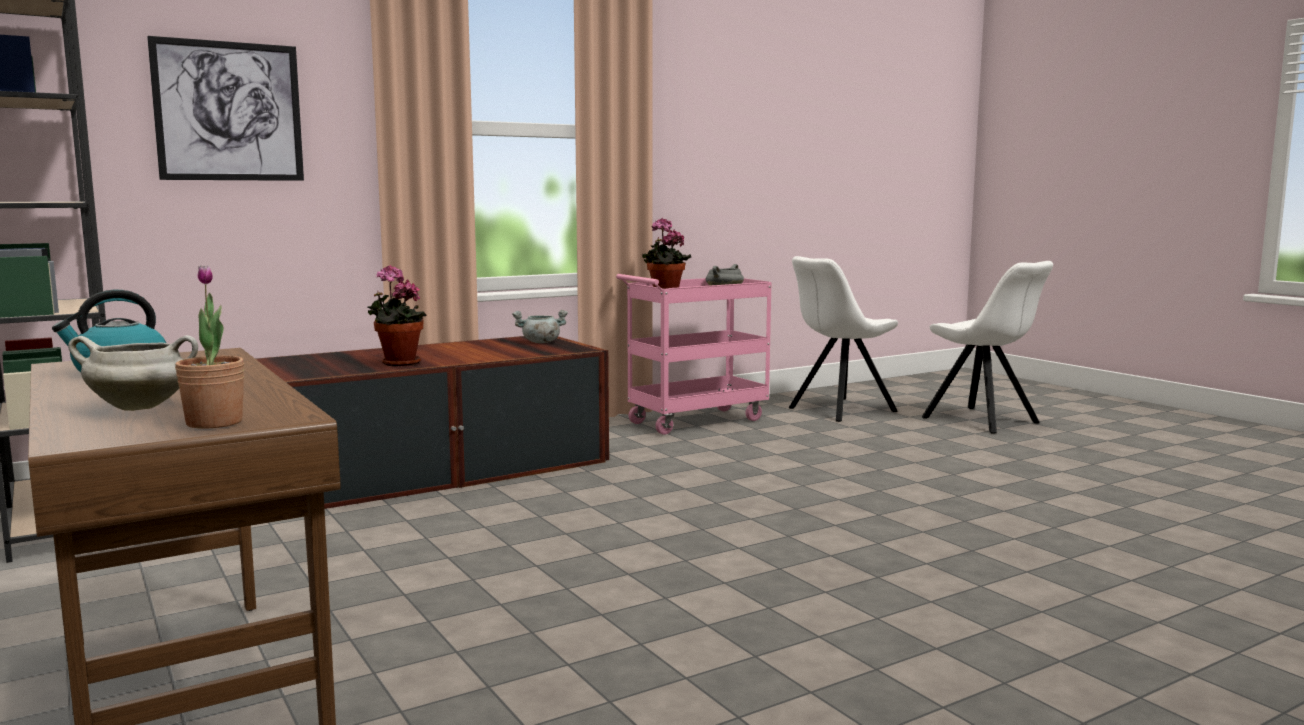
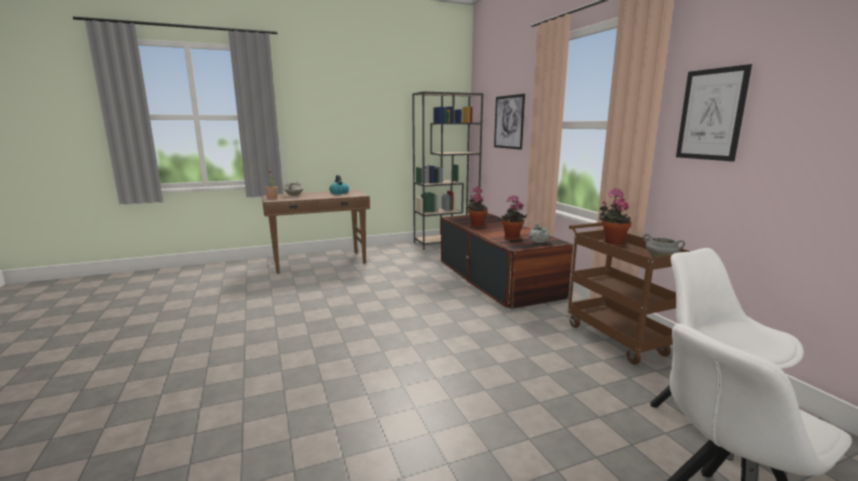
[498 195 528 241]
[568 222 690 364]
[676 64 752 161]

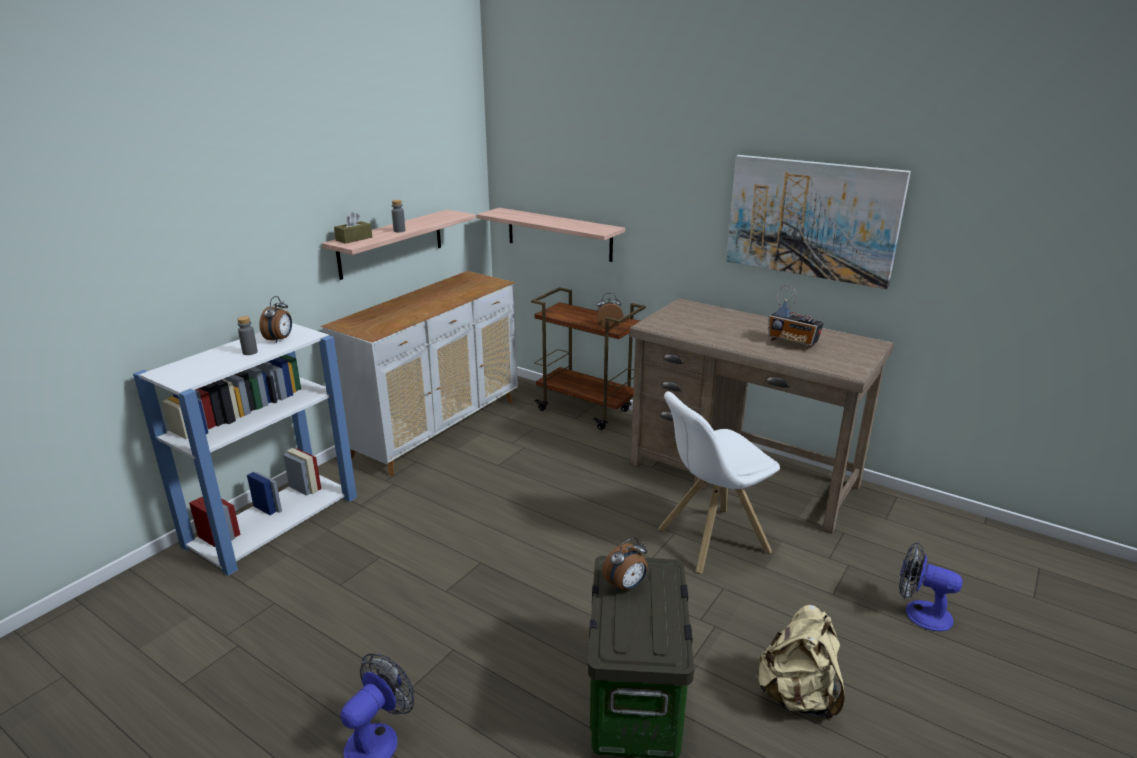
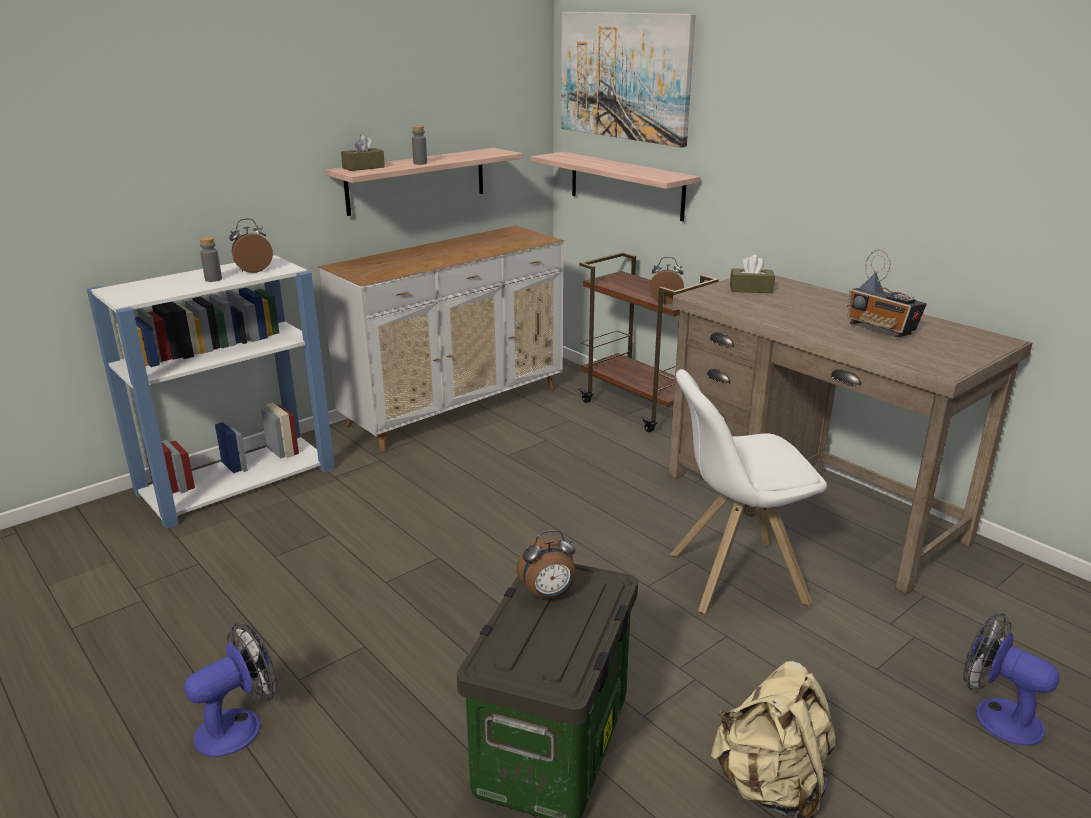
[229 219 273 273]
[561 12 695 148]
[730 255 775 293]

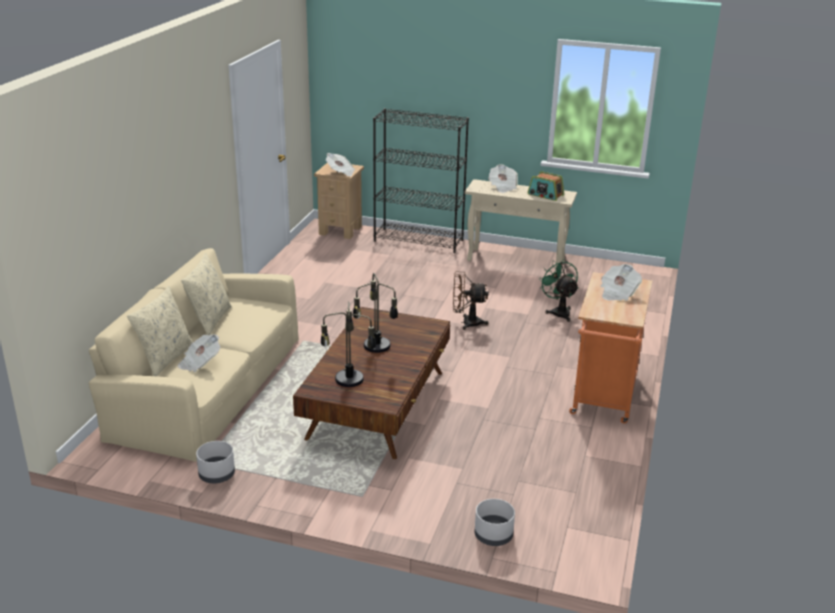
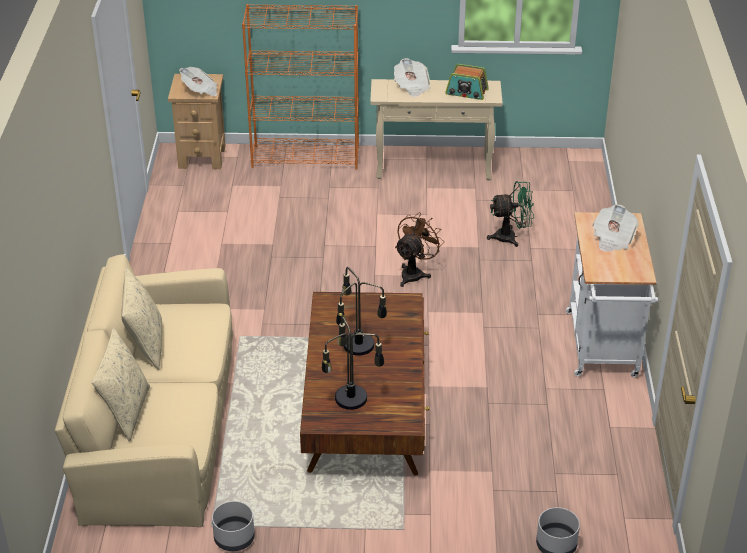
[242 4 359 170]
[395 212 444 287]
[487 181 534 247]
[566 212 658 377]
[177 334 220 372] (first image)

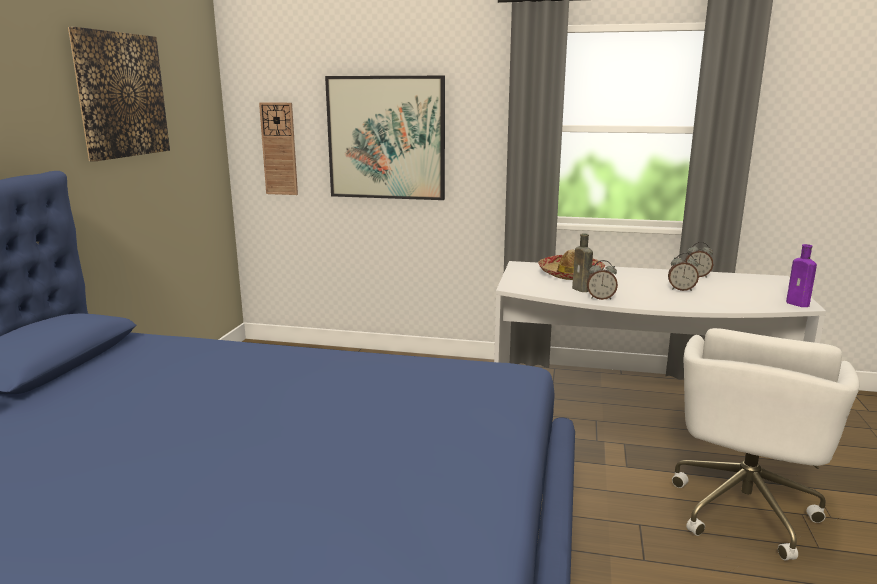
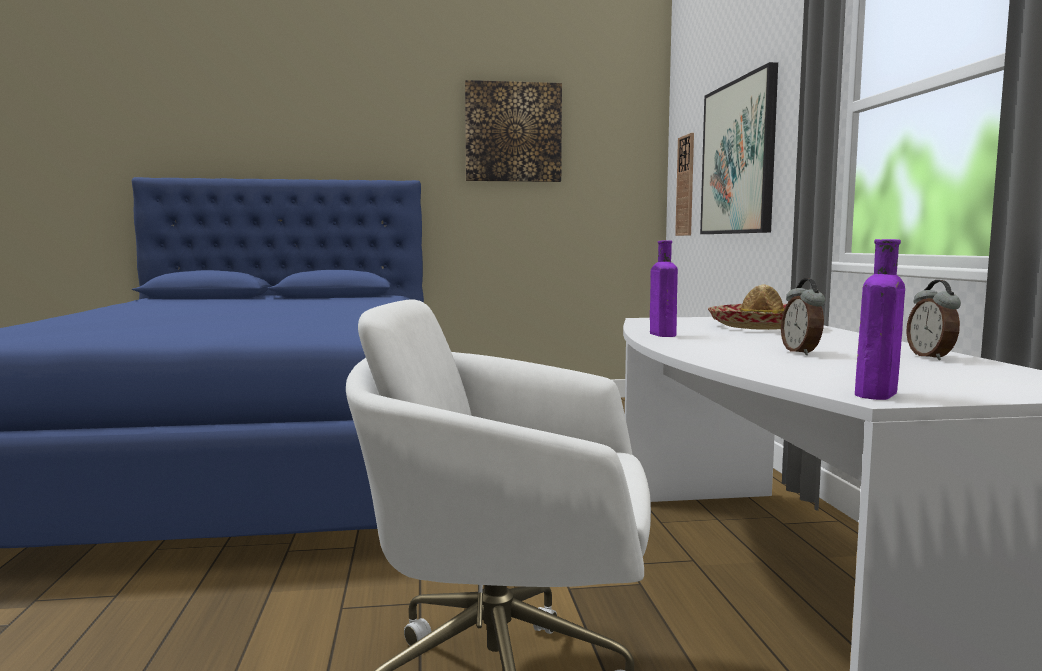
[650 240 678 337]
[572 233 593 292] (first image)

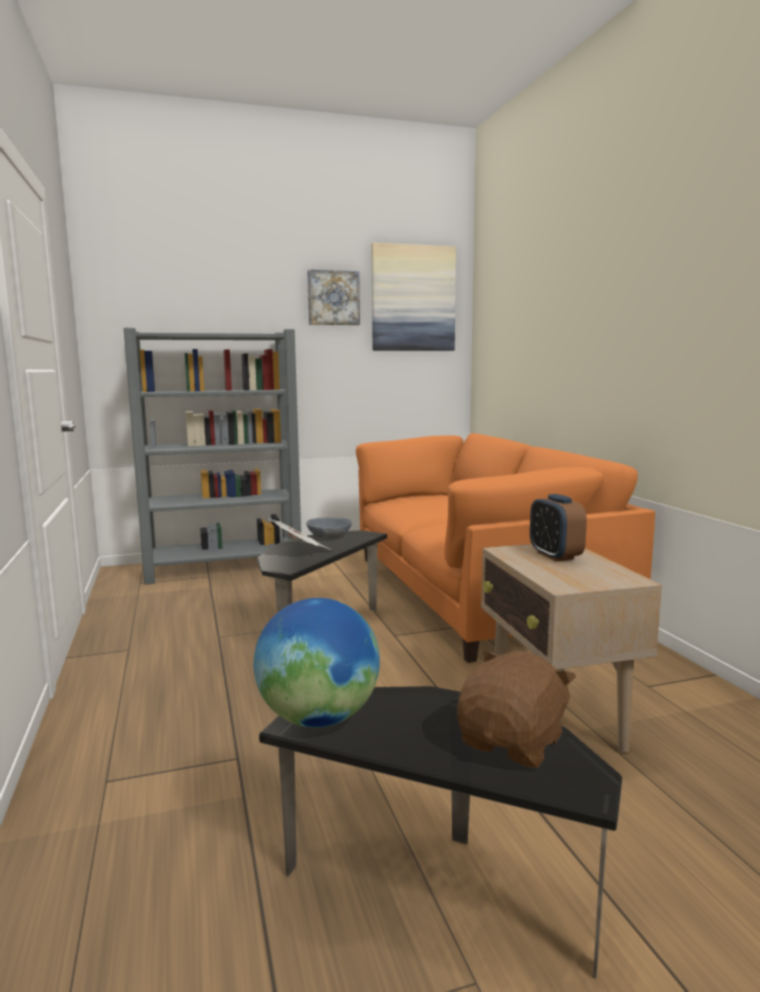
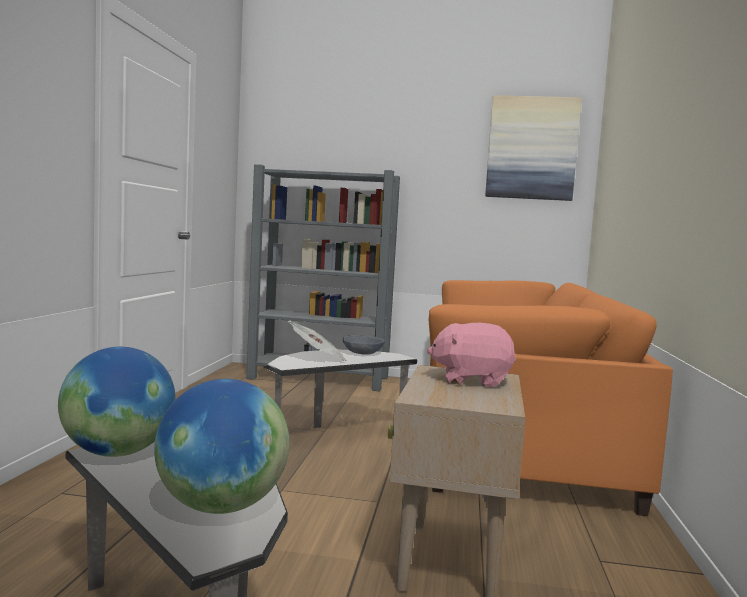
[154 379 289 514]
[427 323 516 387]
[307 269 360 325] (first image)

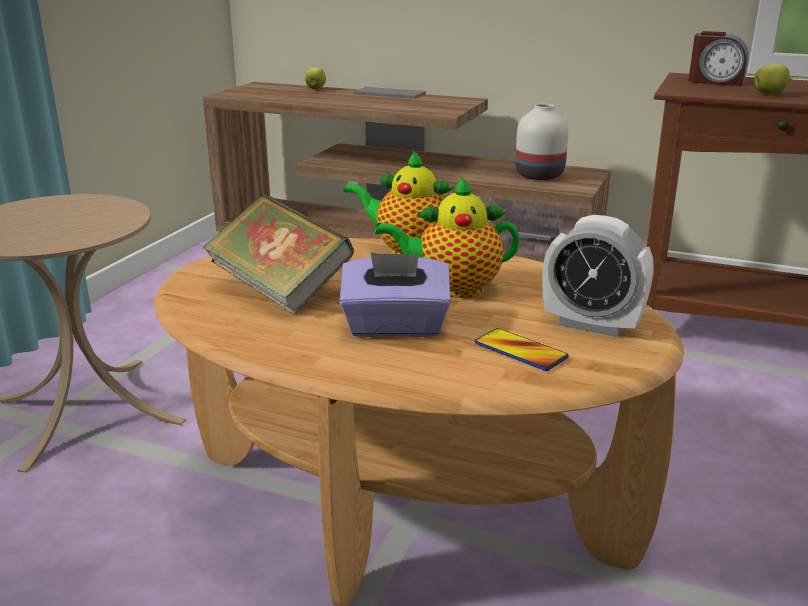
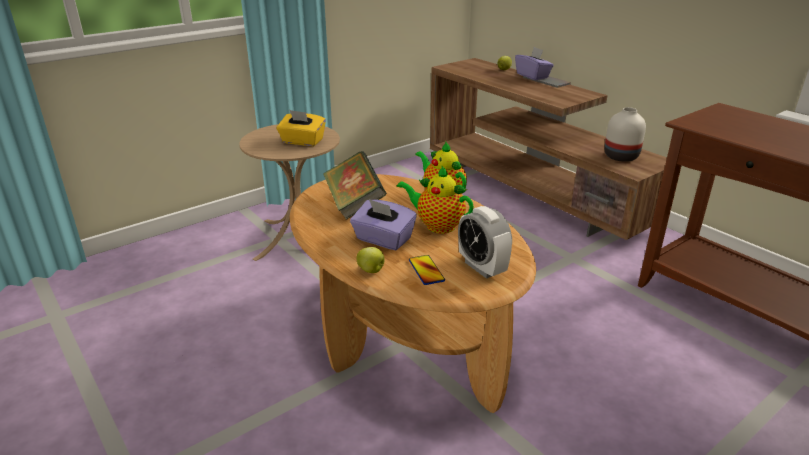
[277 110 326 146]
[356 247 385 273]
[515 47 554 80]
[688 31 749 86] (first image)

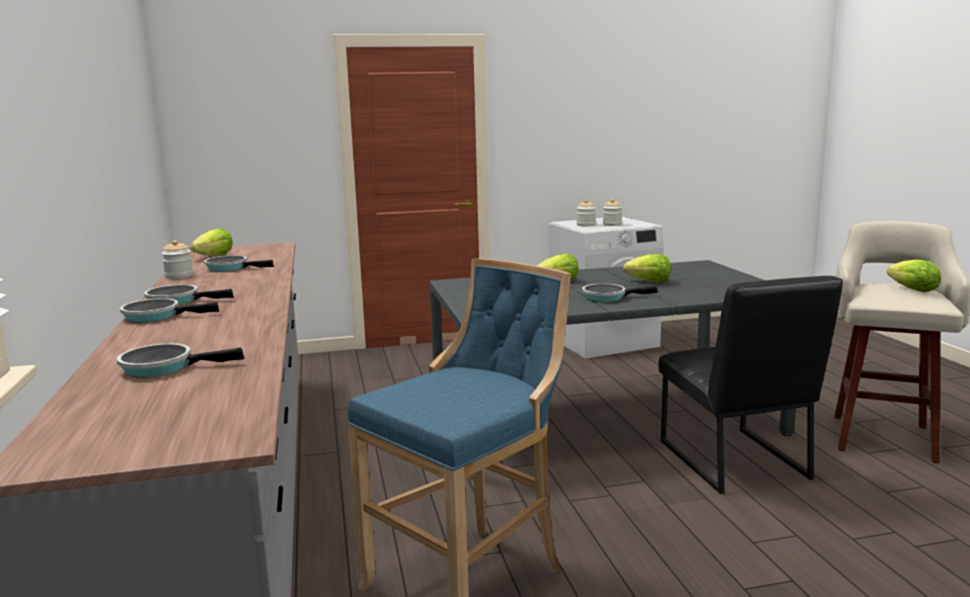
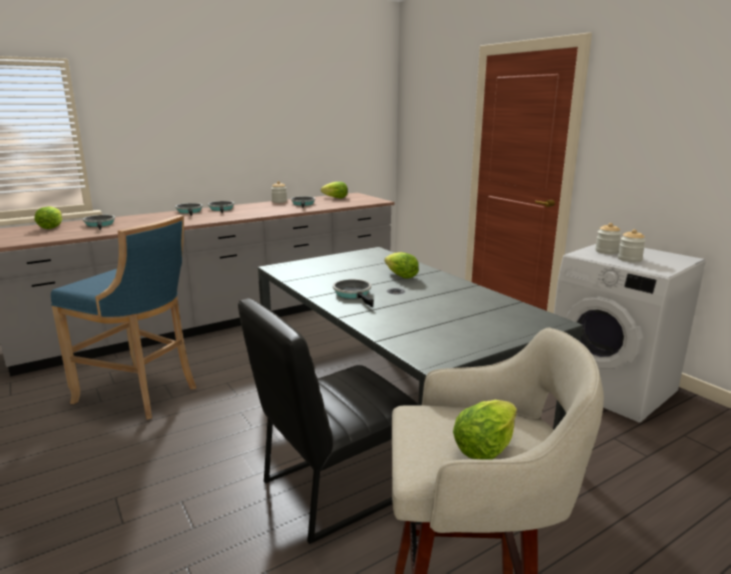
[35 206 62 229]

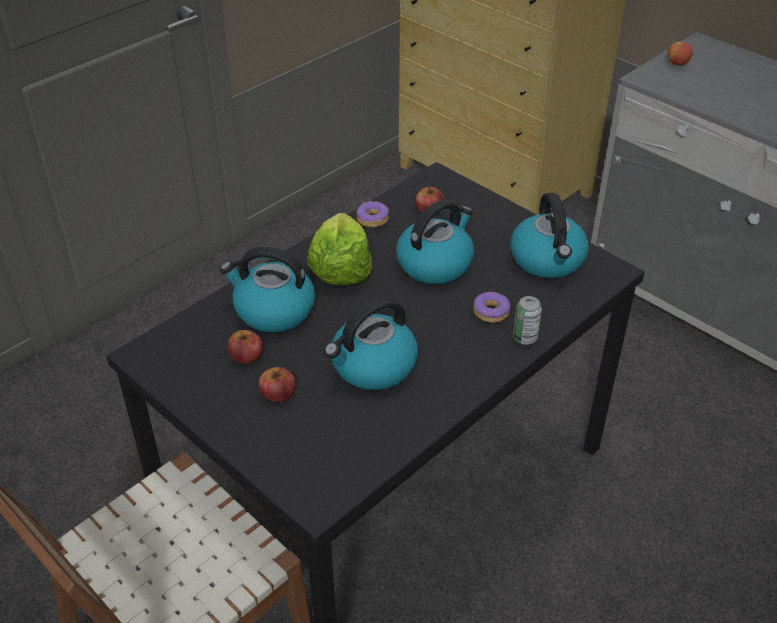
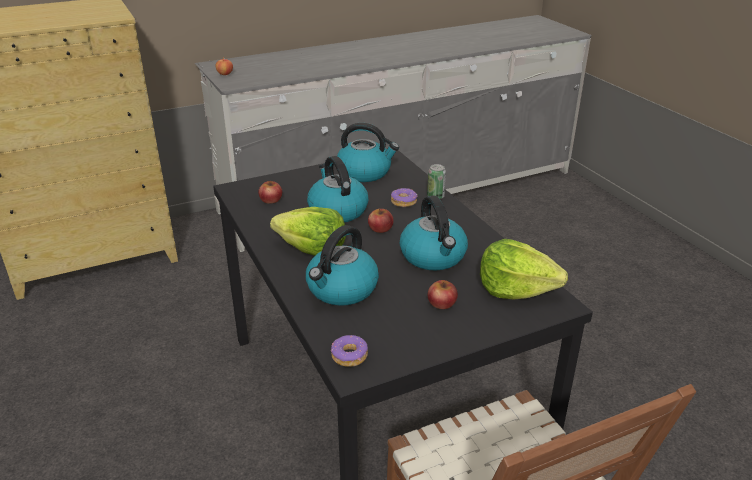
[331 335 368 367]
[368 209 394 233]
[480 239 568 300]

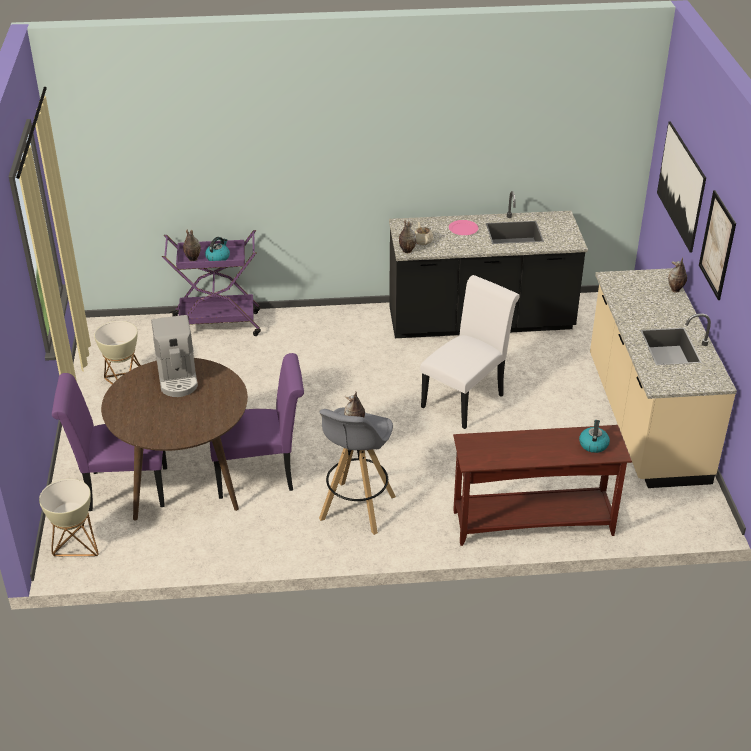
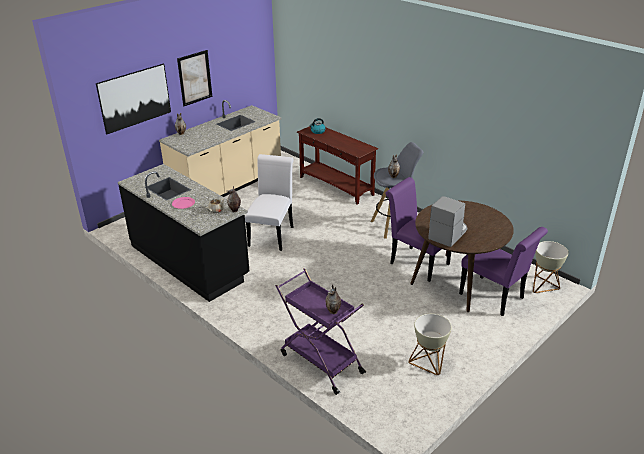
[245 154 294 251]
[205 237 230 261] (first image)

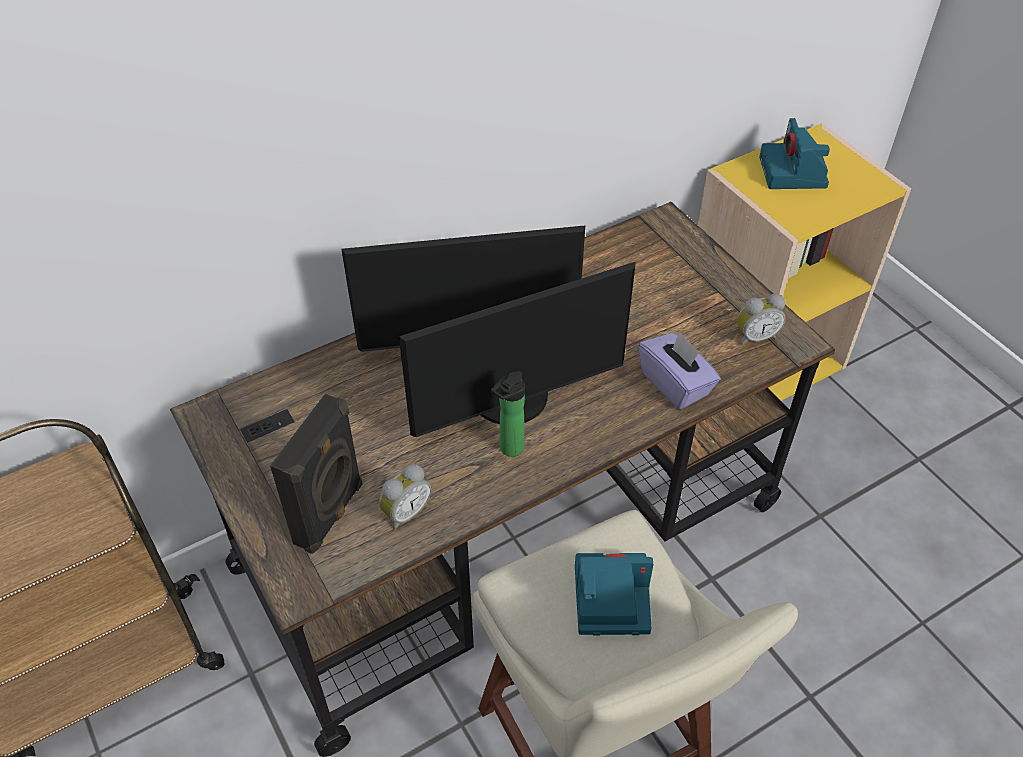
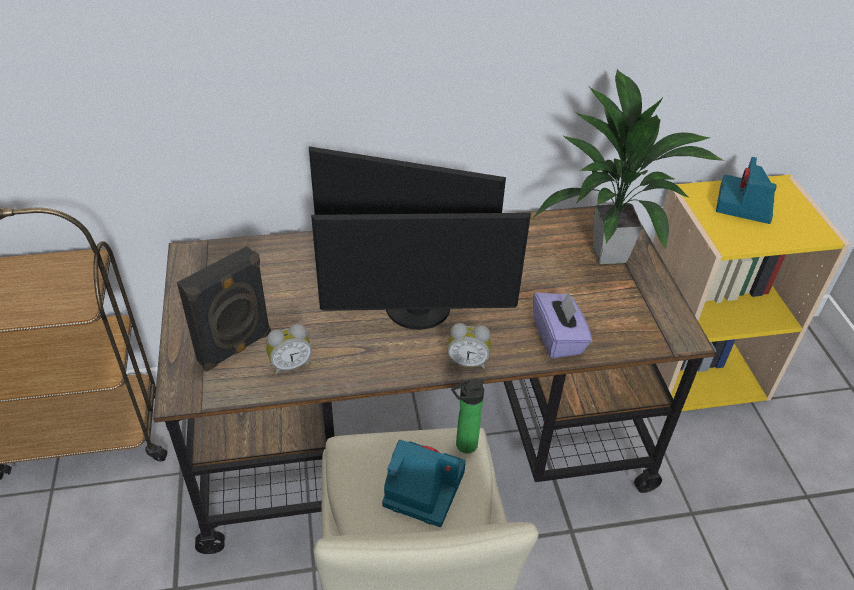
[447 323 491 369]
[451 379 484 453]
[533 69 725 264]

